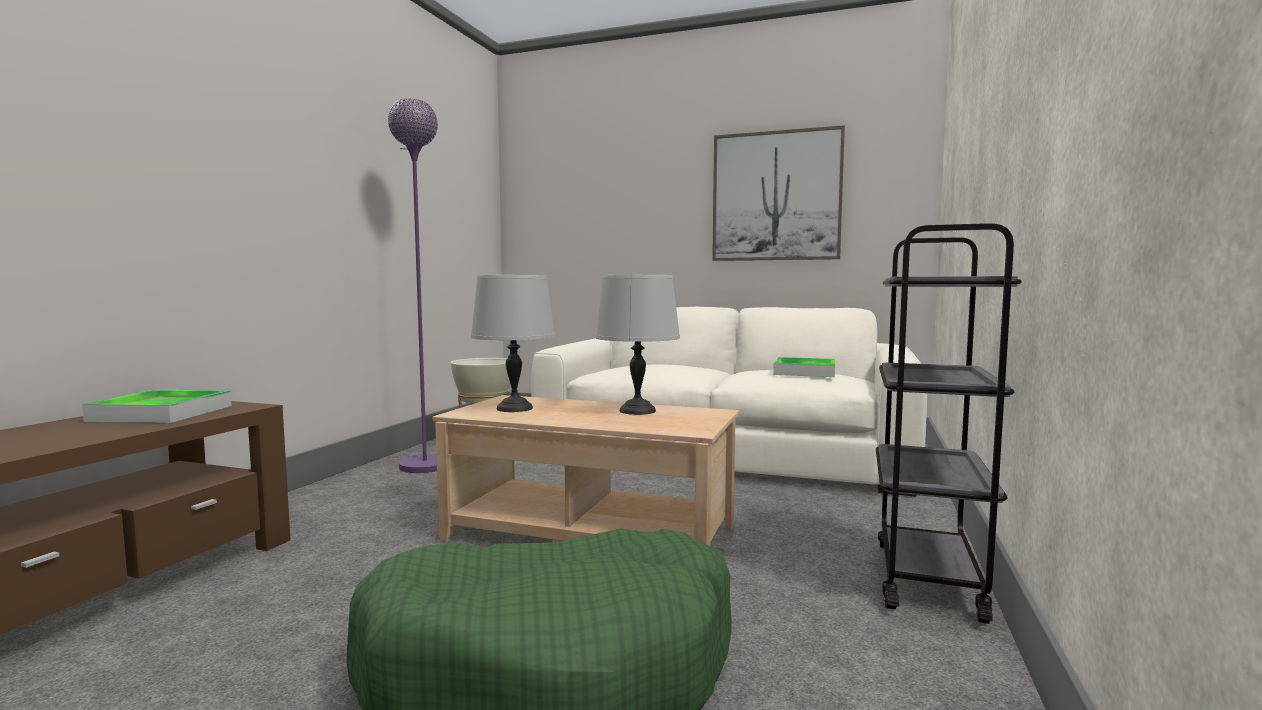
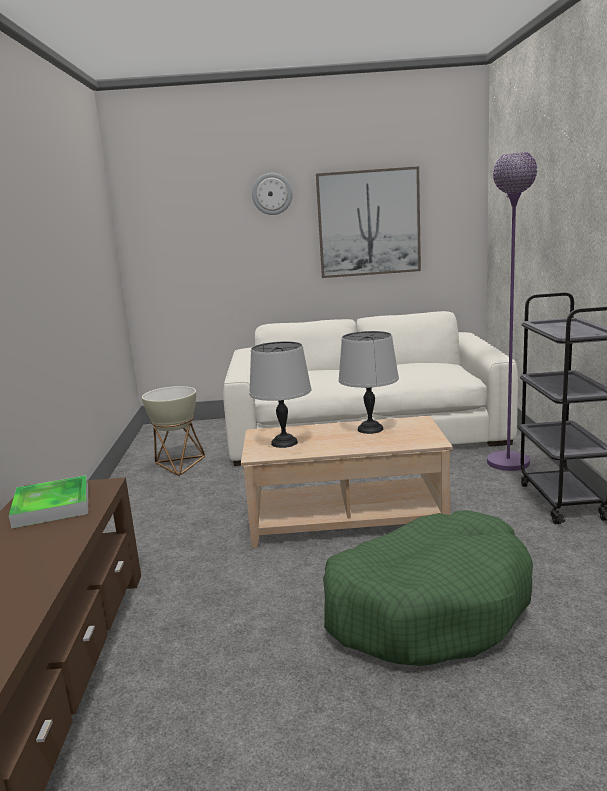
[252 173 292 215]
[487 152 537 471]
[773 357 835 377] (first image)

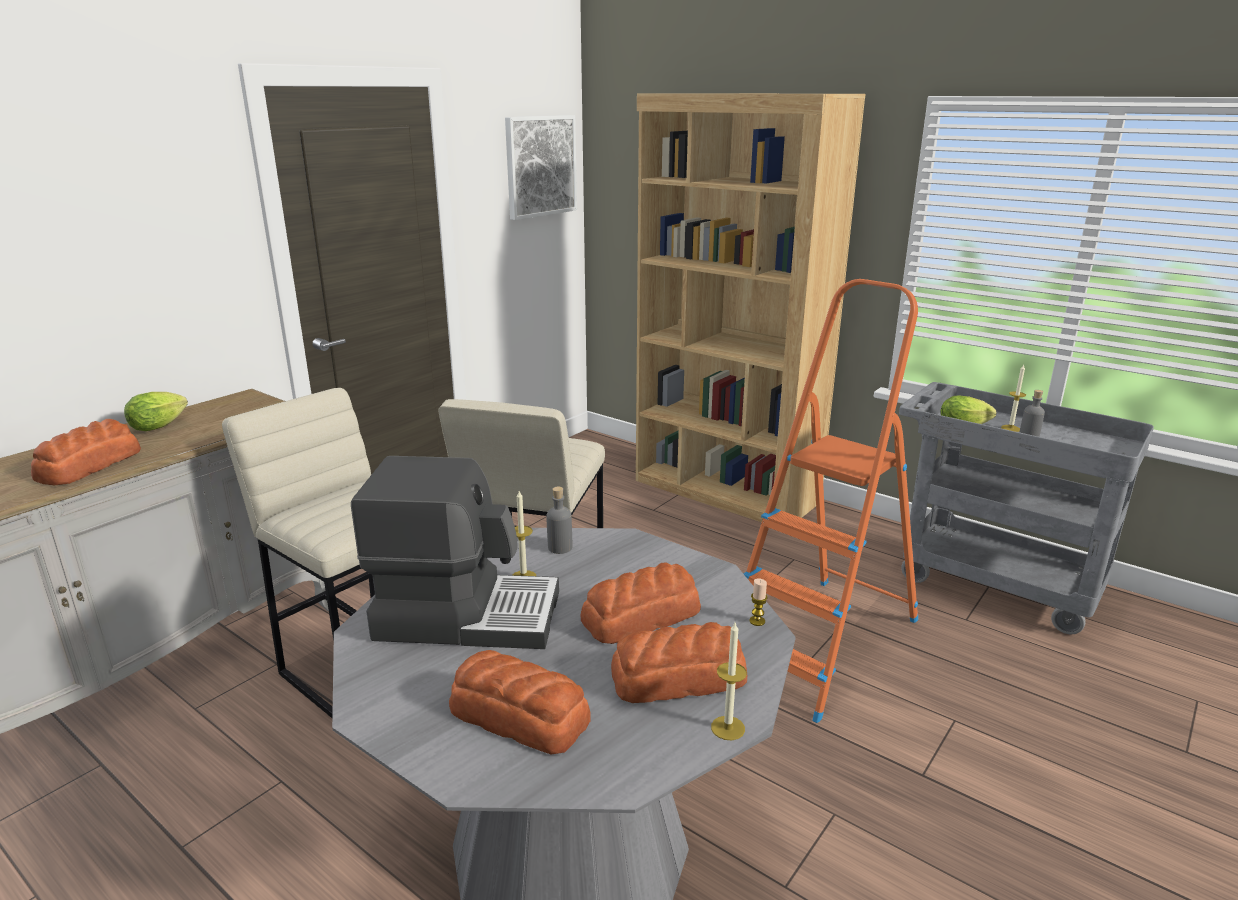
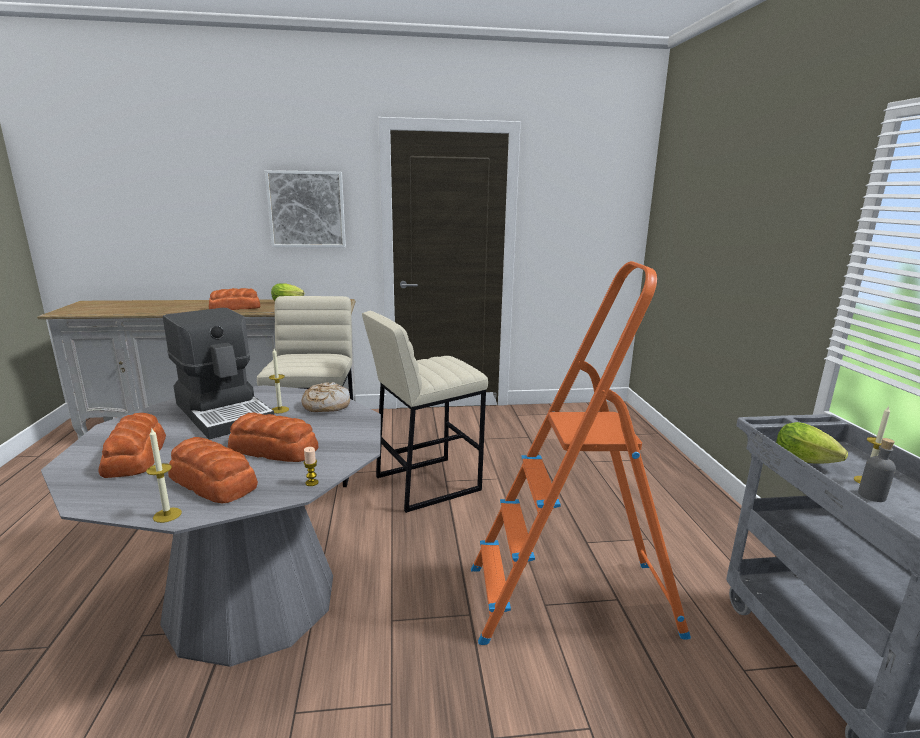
[265 170 346 248]
[302 382 350 412]
[636 93 865 522] (first image)

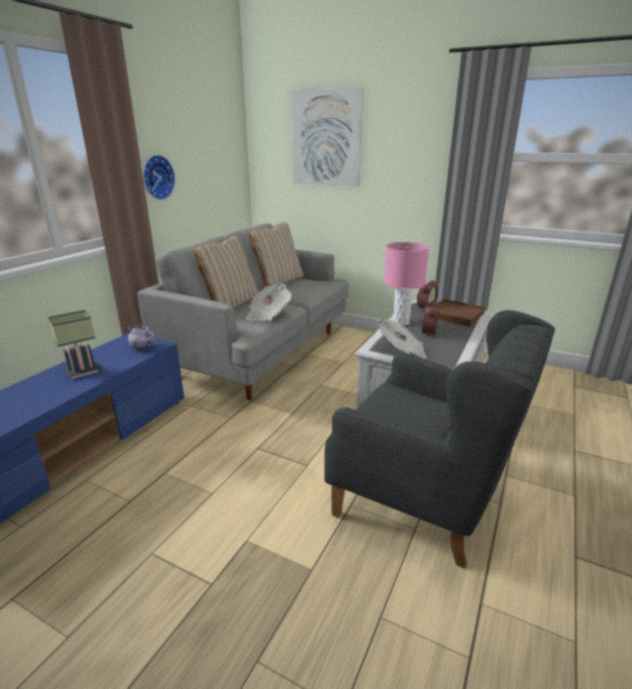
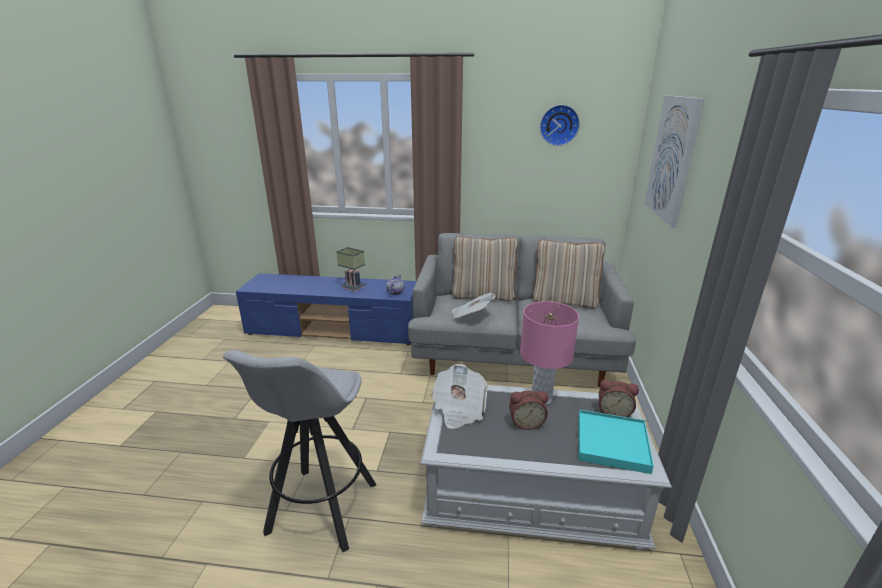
[223 350 376 552]
[540 105 580 146]
[579 410 654 474]

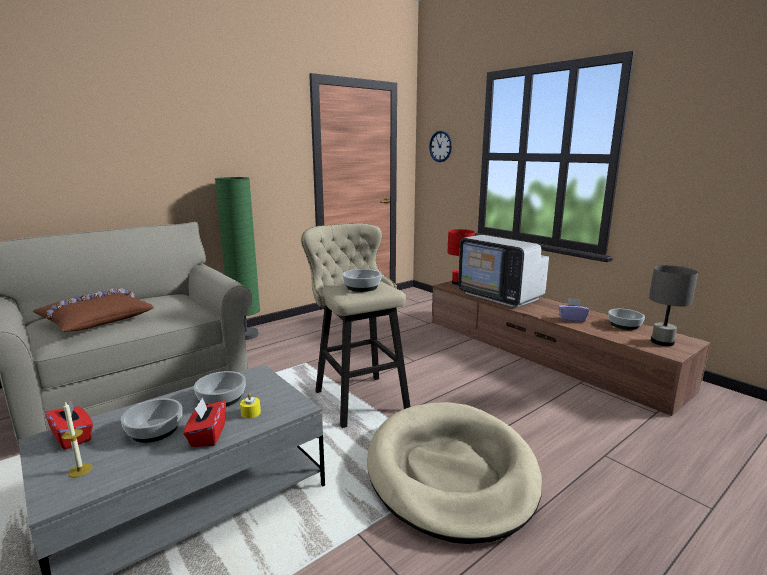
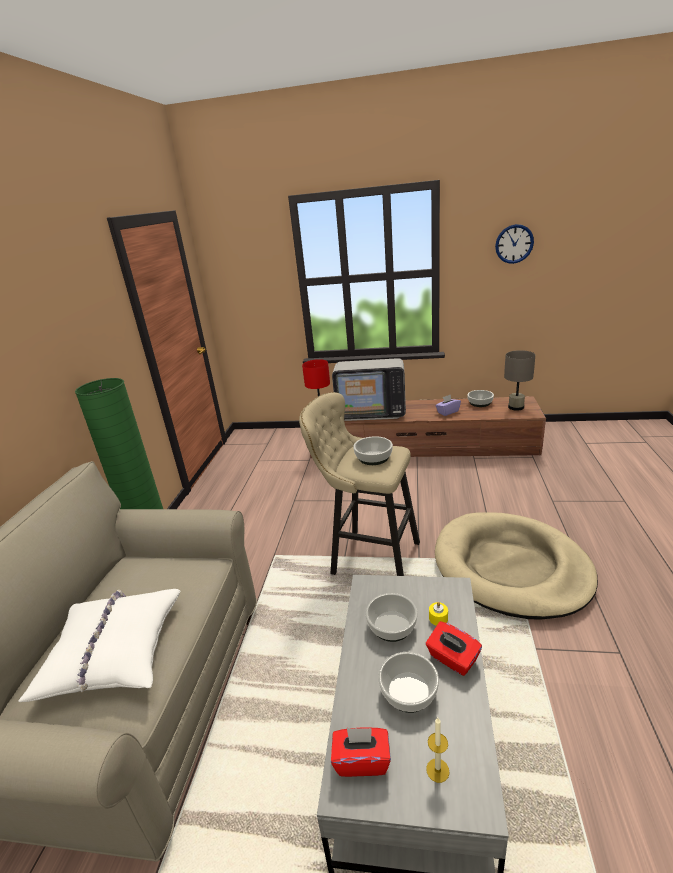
[18 589 181 702]
[495 224 534 264]

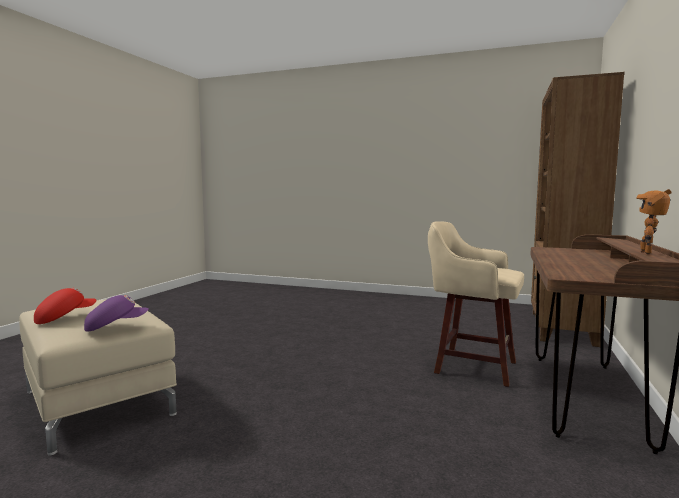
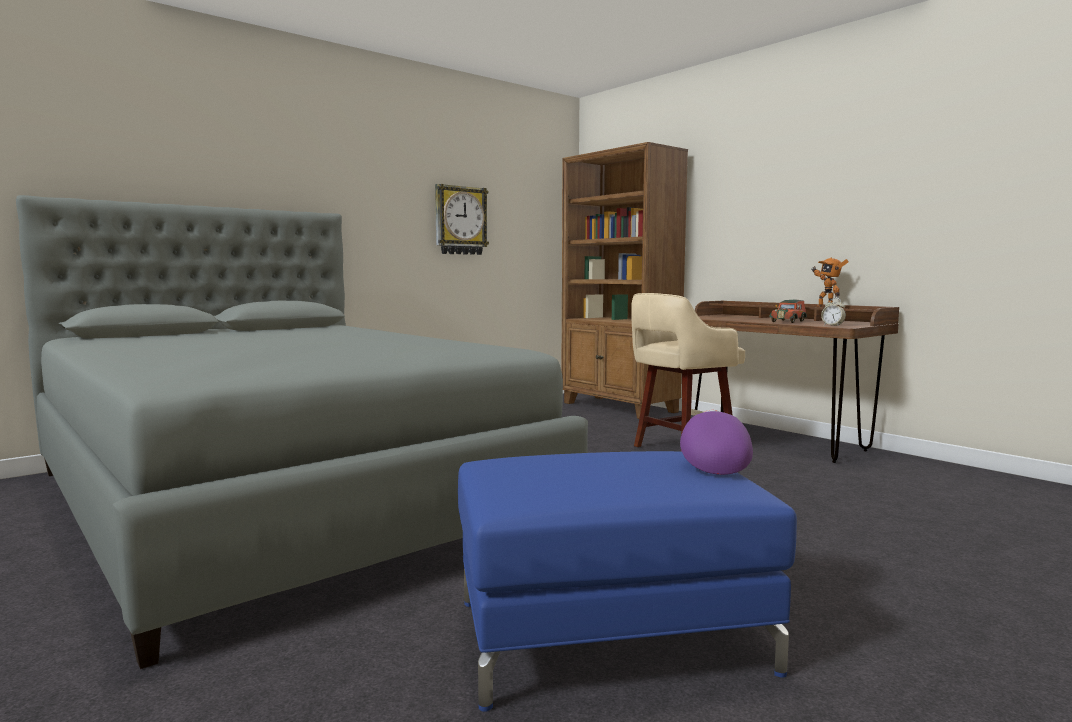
[16 195 588 669]
[435 184 489 255]
[458 451 797 712]
[770 300 807 323]
[821 298 846 326]
[34 288 97 324] (first image)

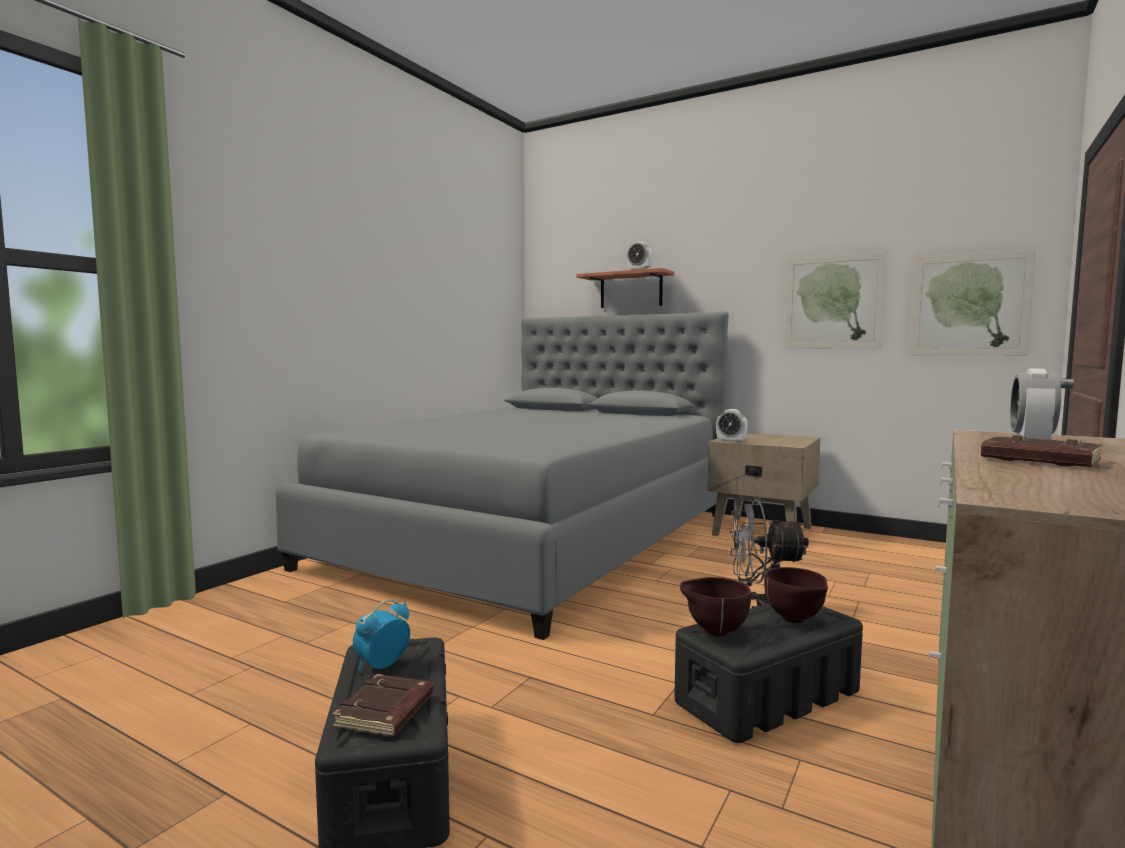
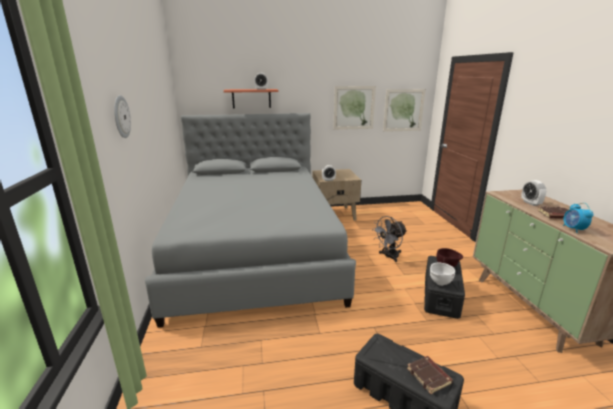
[114 95 131 138]
[430 263 455 286]
[563 203 594 233]

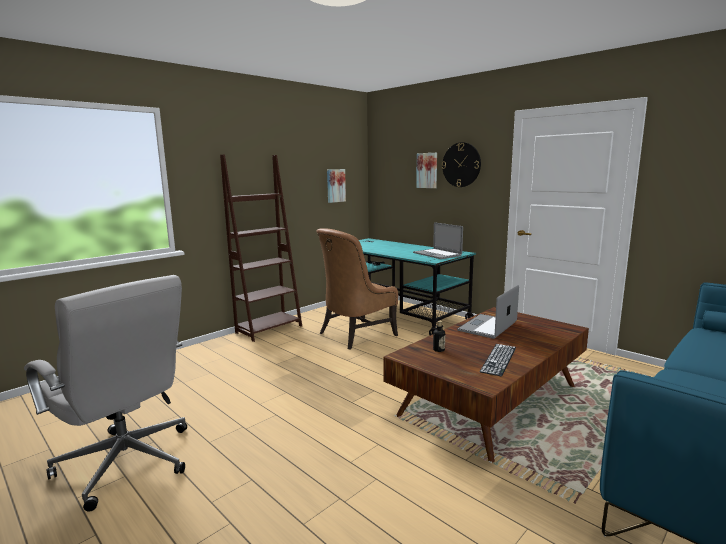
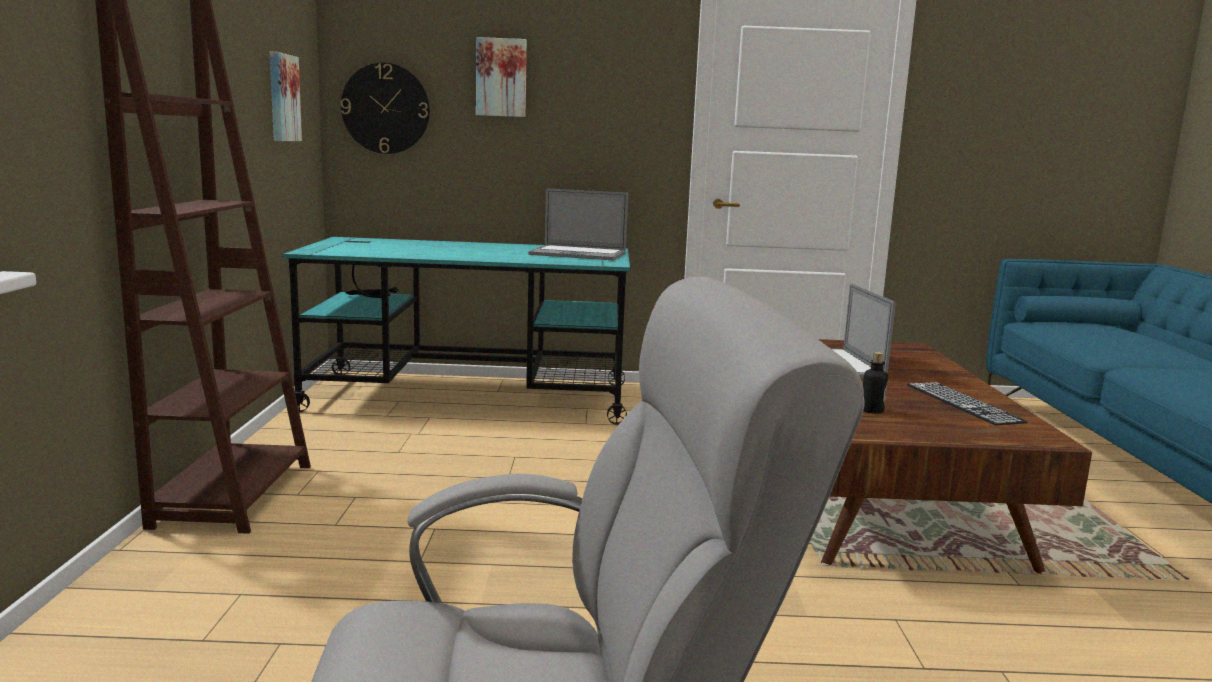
[341 62 430 154]
[316 228 398 350] (first image)

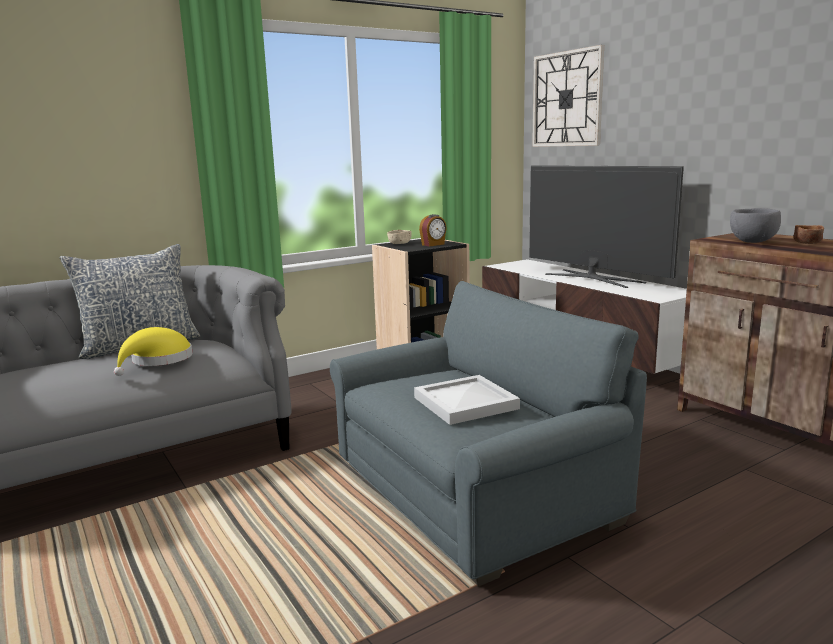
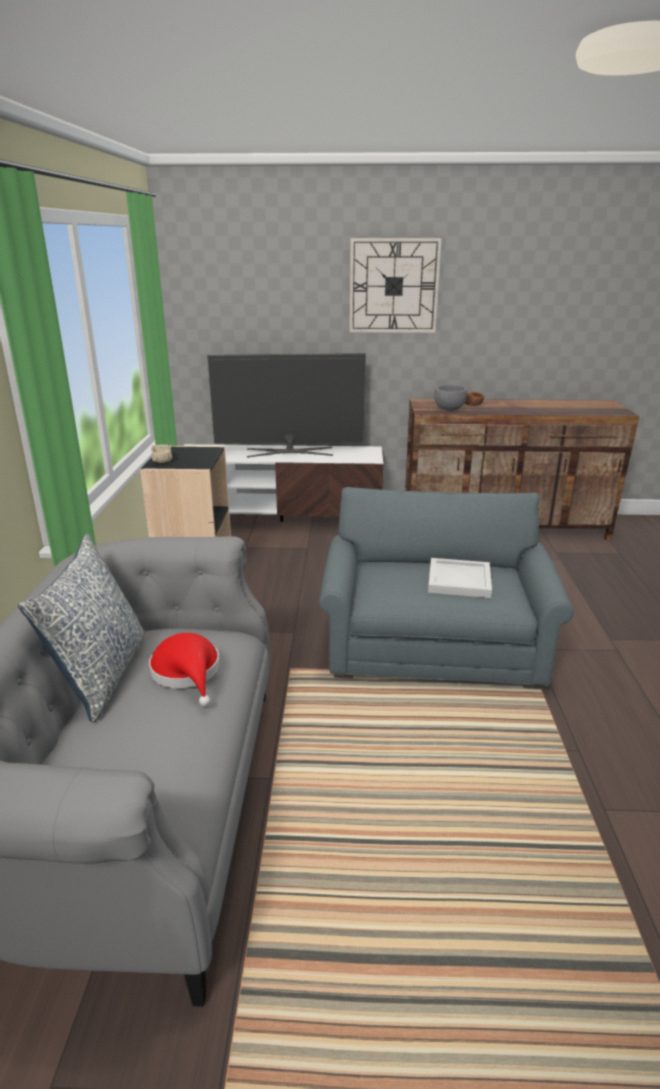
[149 633 220 707]
[349 238 442 333]
[419 214 447 246] (first image)

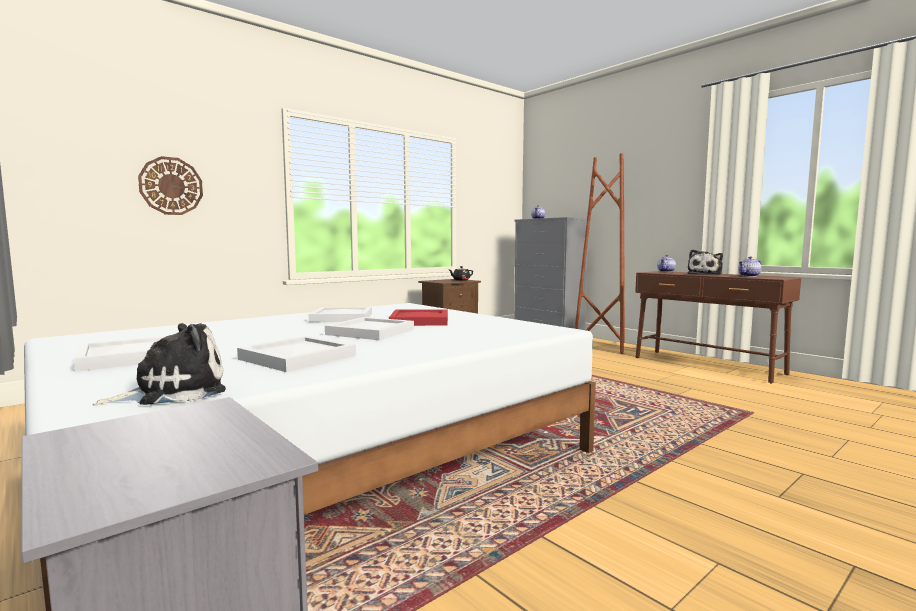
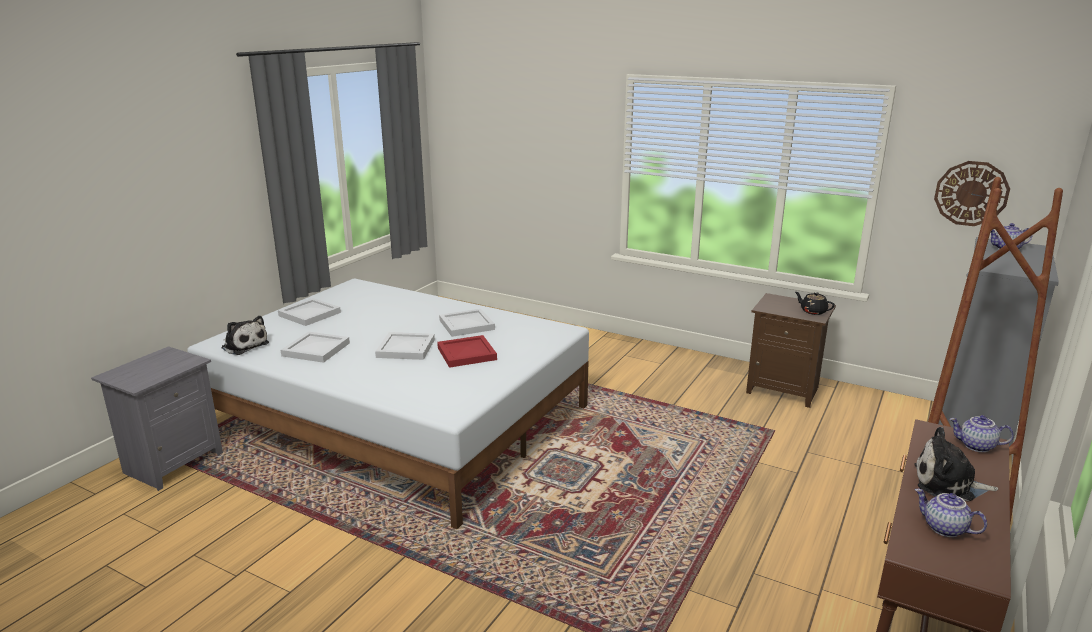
[934 161 1010 226]

